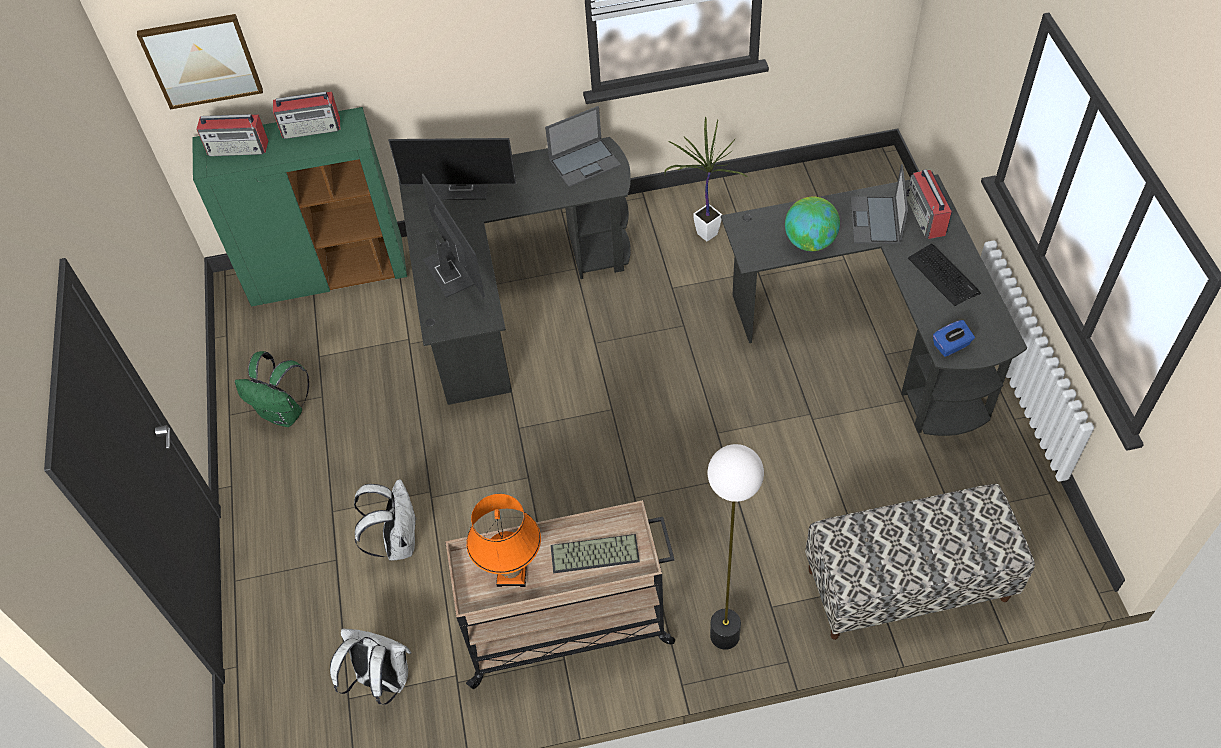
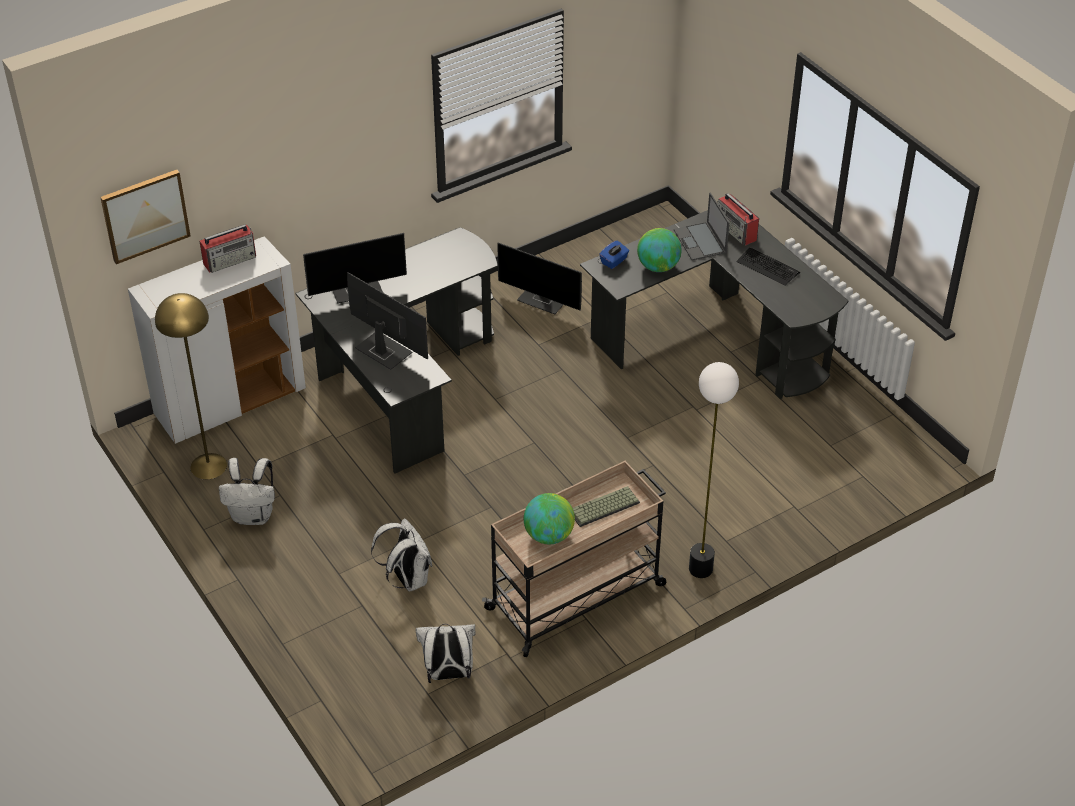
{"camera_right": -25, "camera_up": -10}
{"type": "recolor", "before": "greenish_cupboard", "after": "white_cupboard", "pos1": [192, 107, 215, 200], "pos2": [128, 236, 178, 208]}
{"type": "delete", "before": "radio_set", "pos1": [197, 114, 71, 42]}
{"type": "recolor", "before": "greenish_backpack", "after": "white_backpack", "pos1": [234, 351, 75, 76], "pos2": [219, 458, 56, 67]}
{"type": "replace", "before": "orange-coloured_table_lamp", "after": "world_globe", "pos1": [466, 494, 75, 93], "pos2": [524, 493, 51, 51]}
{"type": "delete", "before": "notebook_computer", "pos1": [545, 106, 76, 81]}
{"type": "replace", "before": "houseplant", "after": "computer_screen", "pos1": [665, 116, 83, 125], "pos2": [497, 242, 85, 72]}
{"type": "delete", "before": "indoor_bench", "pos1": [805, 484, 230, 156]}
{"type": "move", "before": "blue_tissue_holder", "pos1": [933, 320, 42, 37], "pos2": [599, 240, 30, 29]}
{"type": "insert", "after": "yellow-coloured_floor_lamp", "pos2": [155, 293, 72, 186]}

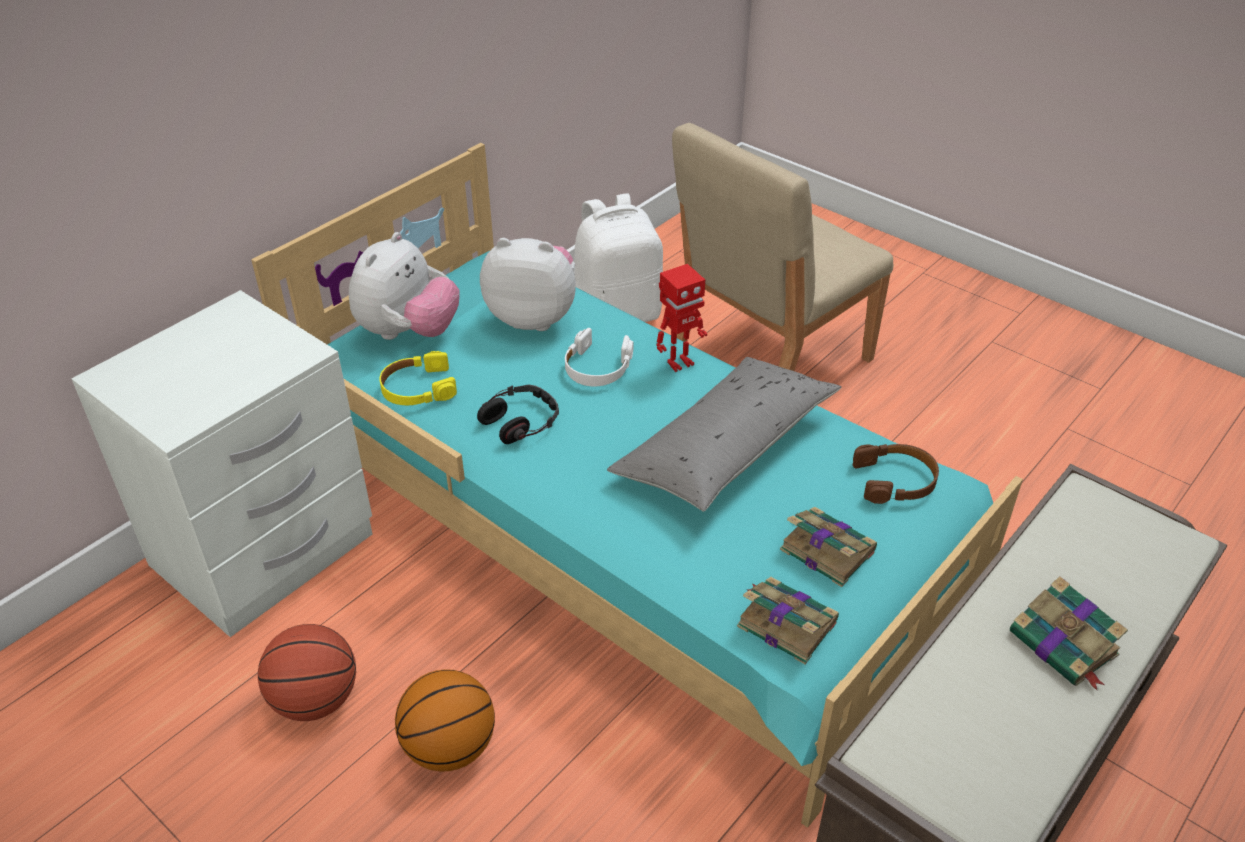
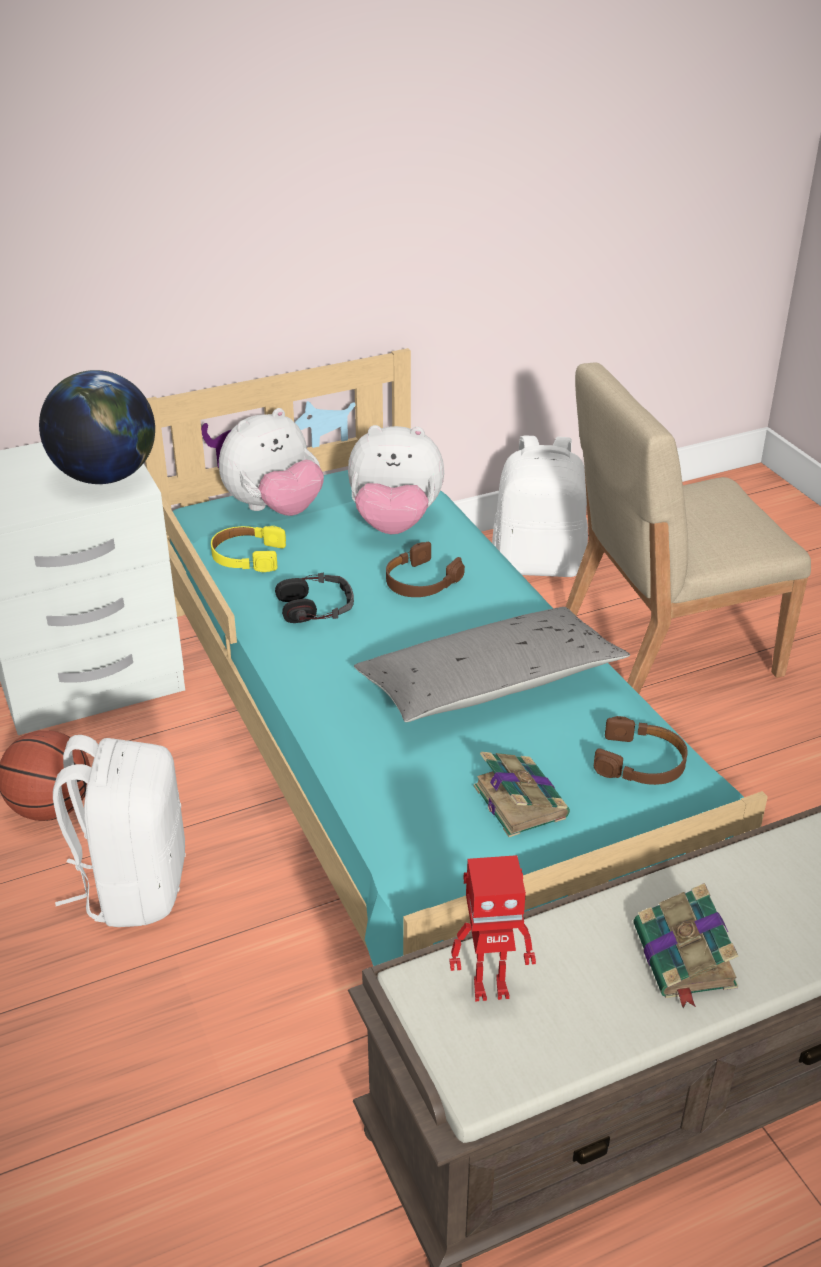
{"camera_right": 25, "camera_up": -5}
{"type": "replace", "before": "basketball", "after": "white_backpack", "pos1": [395, 669, 100, 103], "pos2": [53, 735, 133, 192]}
{"type": "rotate", "before": "soft_toy", "pos1": [480, 238, 96, 93], "pos2": [348, 425, 96, 109], "turn": 150}
{"type": "recolor", "before": "white_headset", "after": "brownish_headset", "pos1": [565, 328, 69, 58], "pos2": [386, 542, 79, 55]}
{"type": "move", "before": "robot_figure", "pos1": [656, 264, 51, 108], "pos2": [450, 855, 86, 147]}
{"type": "delete", "before": "volume", "pos1": [737, 577, 102, 87]}
{"type": "insert", "after": "world_globe", "pos2": [39, 370, 116, 114]}

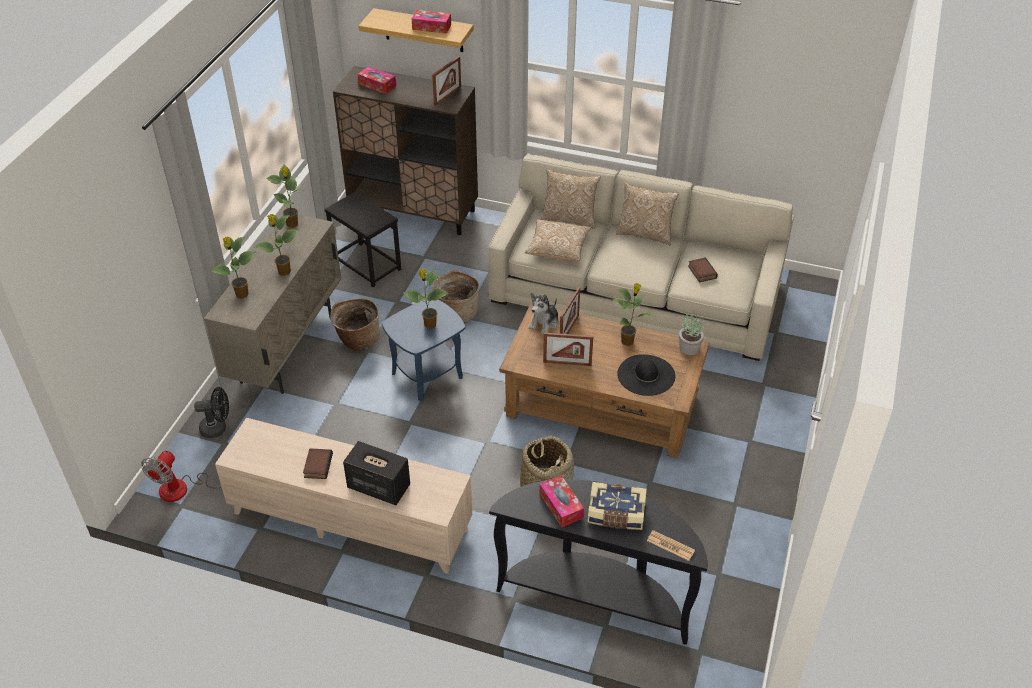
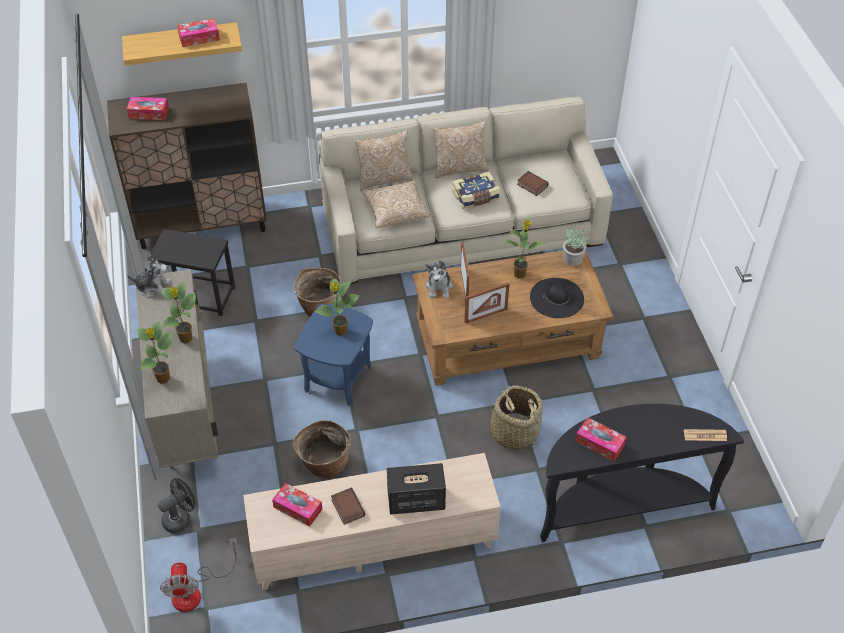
{"camera_right": -30, "camera_up": 5}
{"type": "replace", "before": "houseplant", "after": "soft_toy", "pos1": [266, 165, 37, 63], "pos2": [127, 255, 44, 43]}
{"type": "move", "before": "storage_basket", "pos1": [330, 299, 50, 52], "pos2": [293, 420, 59, 58]}
{"type": "delete", "before": "picture_frame", "pos1": [432, 56, 29, 50]}
{"type": "move", "before": "volume", "pos1": [588, 482, 59, 48], "pos2": [452, 172, 49, 37]}
{"type": "insert", "after": "tissue_holder", "pos2": [272, 483, 51, 44]}

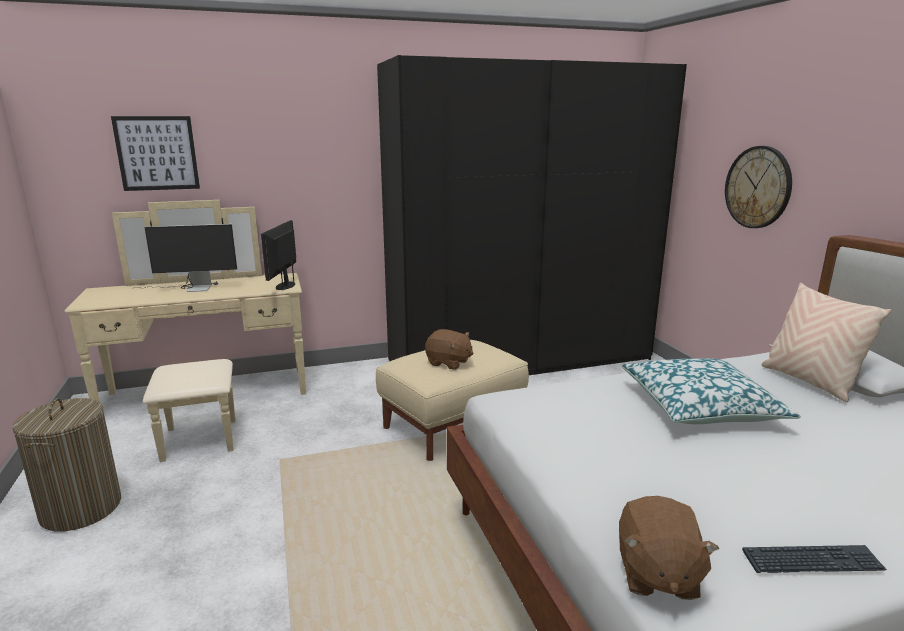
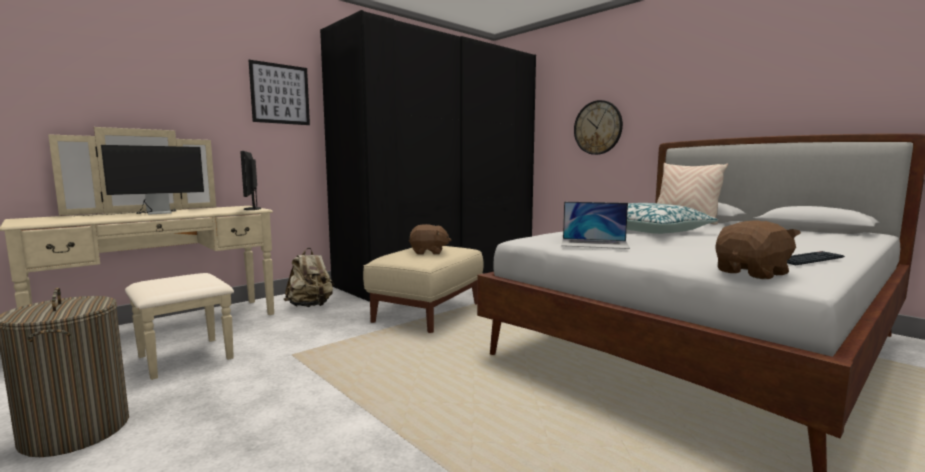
{"camera_right": -25, "camera_up": -10}
{"type": "move", "before": "wall_picture", "pos1": [111, 116, 89, 75], "pos2": [249, 60, 61, 65]}
{"type": "rotate", "before": "brownish_soft_toy", "pos1": [619, 496, 100, 104], "pos2": [716, 220, 85, 59], "turn": -105}
{"type": "insert", "after": "beige-coloured_backpack", "pos2": [284, 248, 50, 59]}
{"type": "insert", "after": "notebook_computer", "pos2": [561, 202, 69, 47]}

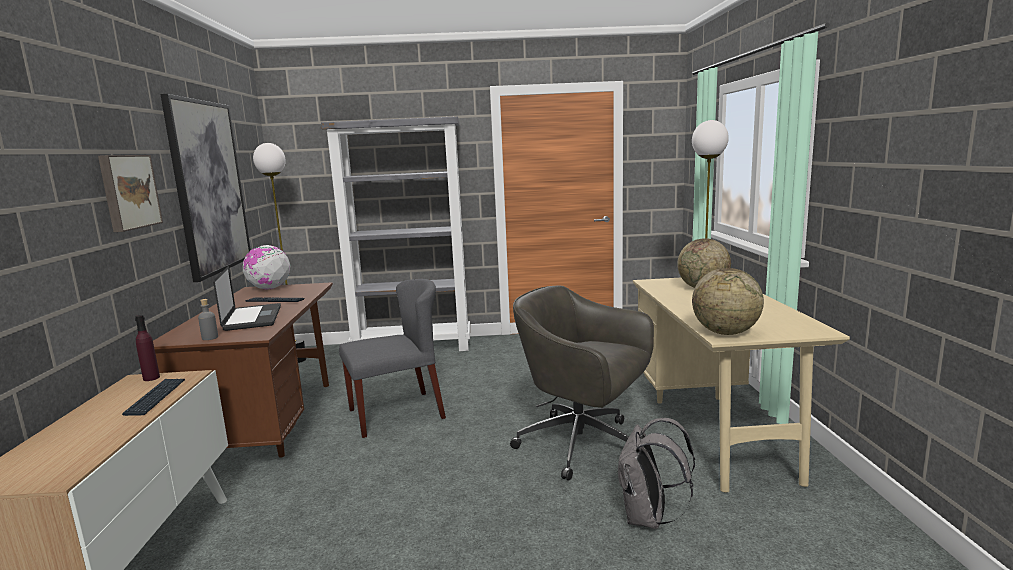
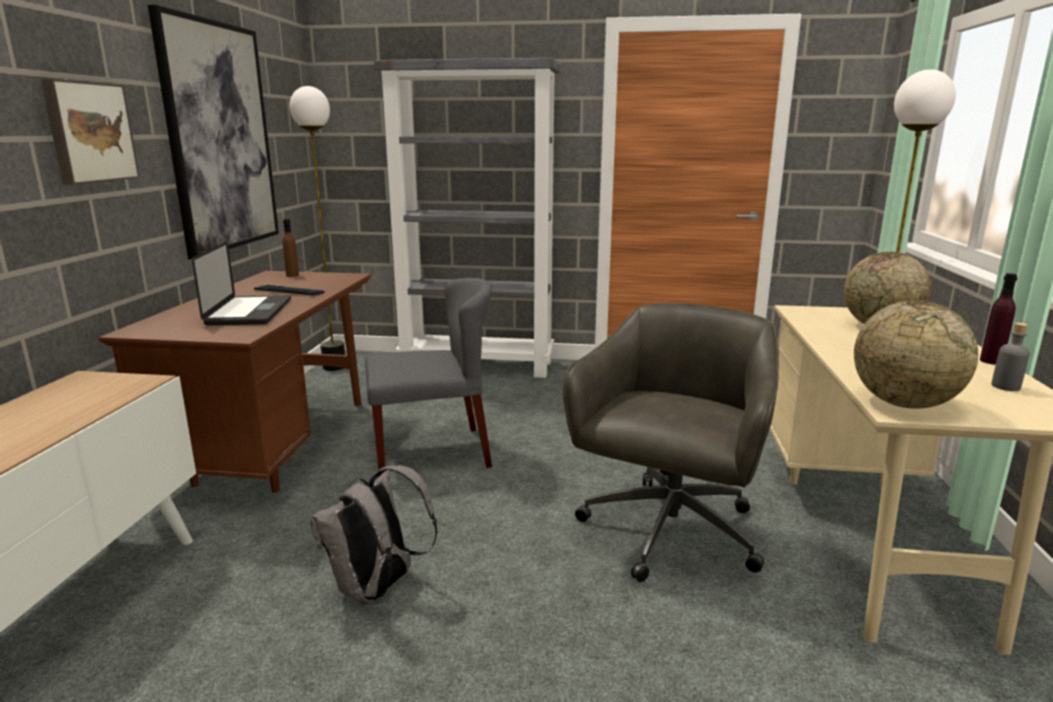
{"camera_right": 10, "camera_up": 5}
{"type": "delete", "before": "computer_keyboard", "pos1": [122, 379, 63, 37]}
{"type": "move", "before": "purplish_bottle", "pos1": [135, 315, 25, 66], "pos2": [980, 273, 38, 92]}
{"type": "move", "before": "gray_bottle", "pos1": [198, 299, 20, 41], "pos2": [991, 323, 39, 68]}
{"type": "replace", "before": "world_globe", "after": "brownish_bottle", "pos1": [242, 245, 49, 44], "pos2": [282, 219, 17, 58]}
{"type": "rotate", "before": "gray_desk_chair", "pos1": [510, 285, 144, 196], "pos2": [563, 303, 216, 279], "turn": 75}
{"type": "move", "before": "gray_backpack", "pos1": [617, 418, 78, 111], "pos2": [310, 465, 128, 139]}

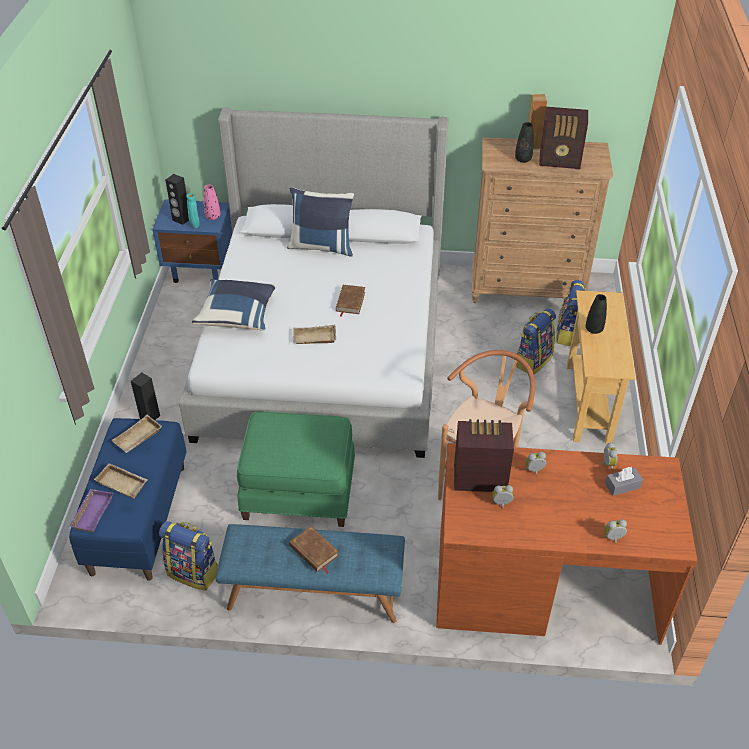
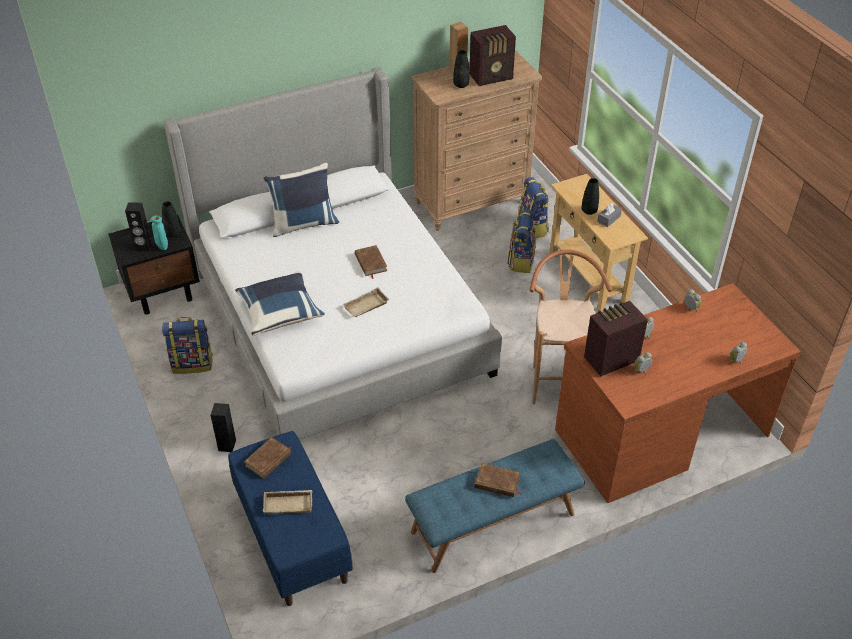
{"camera_right": -30, "camera_up": 0}
{"type": "delete", "before": "purplish_serving_tray", "pos1": [70, 489, 43, 43]}
{"type": "replace", "before": "beige-coloured_serving_tray", "after": "brownish_volume", "pos1": [111, 415, 51, 38], "pos2": [244, 437, 48, 42]}
{"type": "recolor", "before": "blue_bedside_table", "after": "blackish_bedside_table", "pos1": [152, 199, 81, 84], "pos2": [108, 215, 92, 100]}
{"type": "move", "before": "backpack", "pos1": [159, 521, 59, 70], "pos2": [162, 317, 51, 57]}
{"type": "recolor", "before": "pinkish_flower_vase", "after": "blackish_flower_vase", "pos1": [204, 185, 16, 35], "pos2": [162, 201, 19, 36]}
{"type": "delete", "before": "greenish_ottoman", "pos1": [237, 412, 118, 115]}
{"type": "move", "before": "gray_tissue_holder", "pos1": [605, 467, 38, 29], "pos2": [597, 203, 25, 24]}

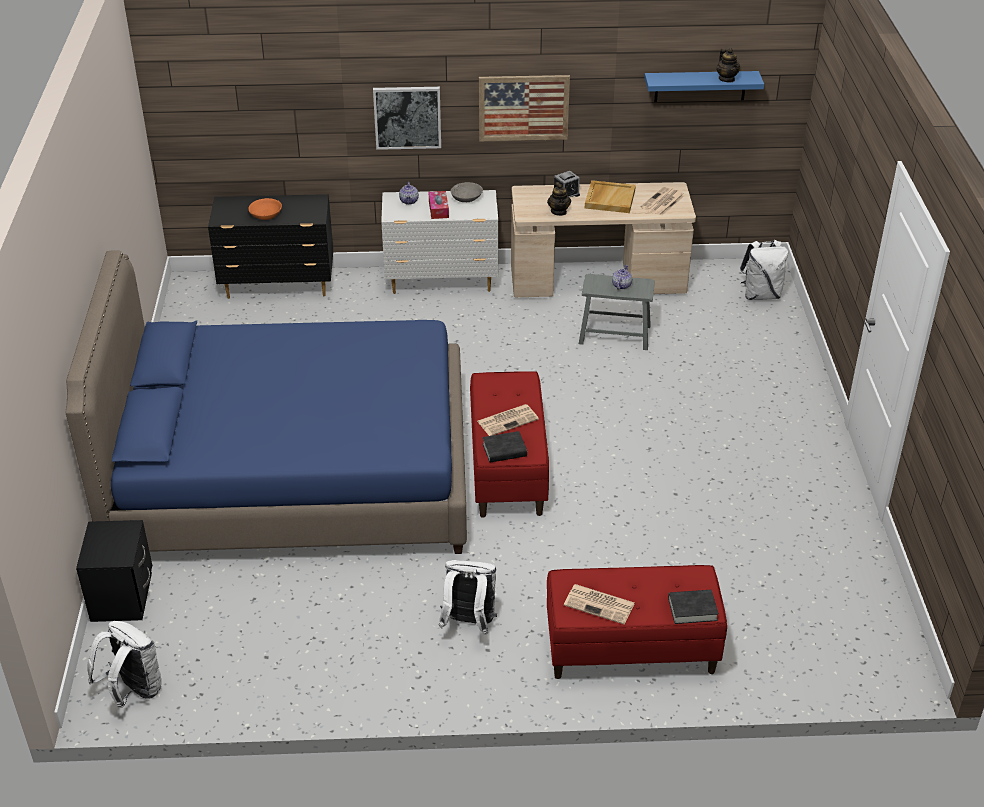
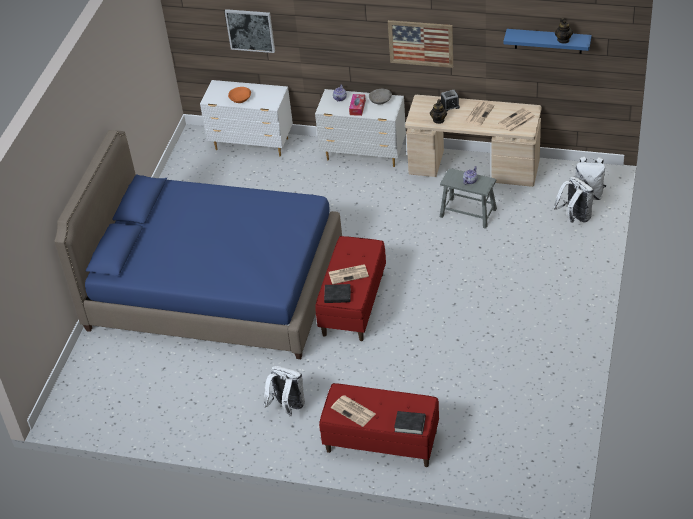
{"camera_right": 20, "camera_up": 5}
{"type": "delete", "before": "blackish_bedside_table", "pos1": [76, 520, 76, 102]}
{"type": "move", "before": "white_backpack", "pos1": [87, 621, 75, 87], "pos2": [554, 177, 40, 46]}
{"type": "recolor", "before": "blackish_drawer_chest", "after": "white_drawer_chest", "pos1": [208, 194, 125, 105], "pos2": [200, 80, 93, 77]}
{"type": "move", "before": "wall_picture", "pos1": [373, 87, 68, 63], "pos2": [225, 9, 50, 44]}
{"type": "replace", "before": "beige-coloured_serving_tray", "after": "newspaper", "pos1": [585, 180, 51, 33], "pos2": [465, 101, 30, 25]}

